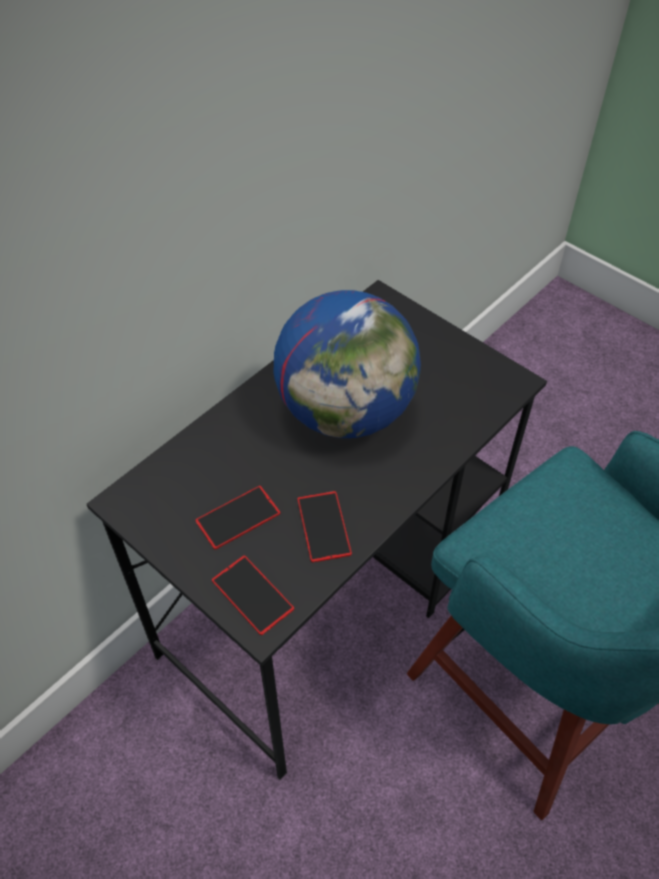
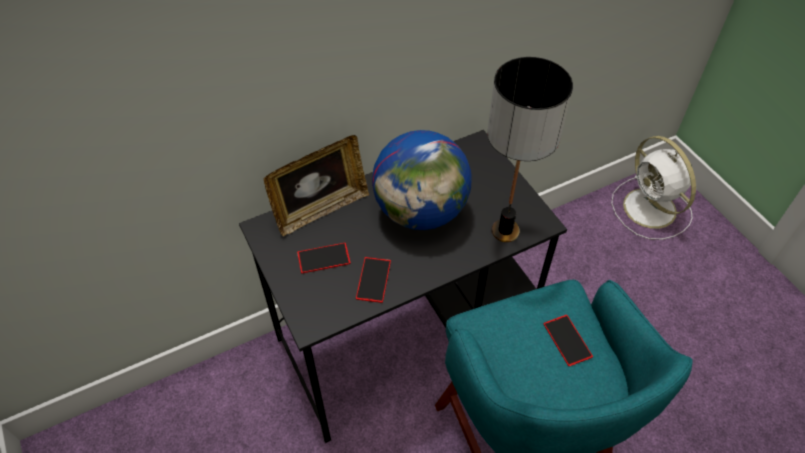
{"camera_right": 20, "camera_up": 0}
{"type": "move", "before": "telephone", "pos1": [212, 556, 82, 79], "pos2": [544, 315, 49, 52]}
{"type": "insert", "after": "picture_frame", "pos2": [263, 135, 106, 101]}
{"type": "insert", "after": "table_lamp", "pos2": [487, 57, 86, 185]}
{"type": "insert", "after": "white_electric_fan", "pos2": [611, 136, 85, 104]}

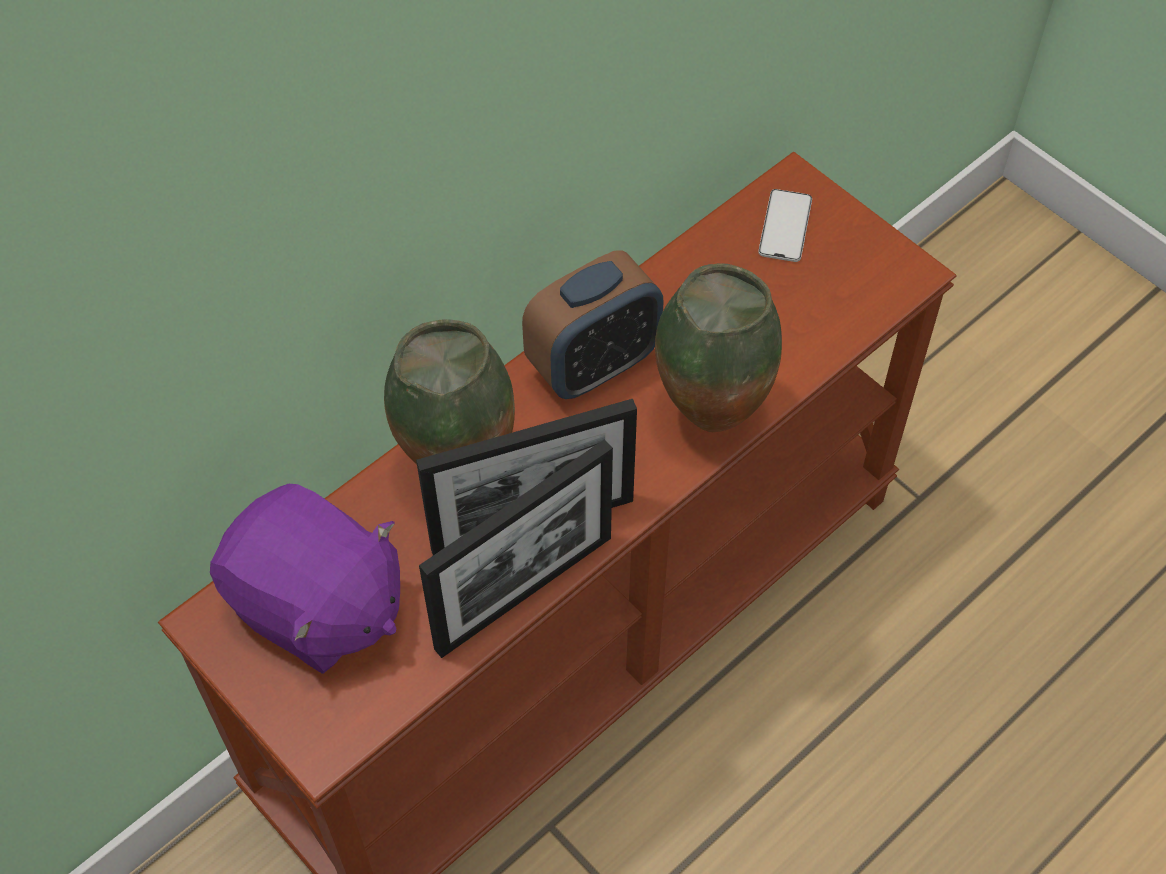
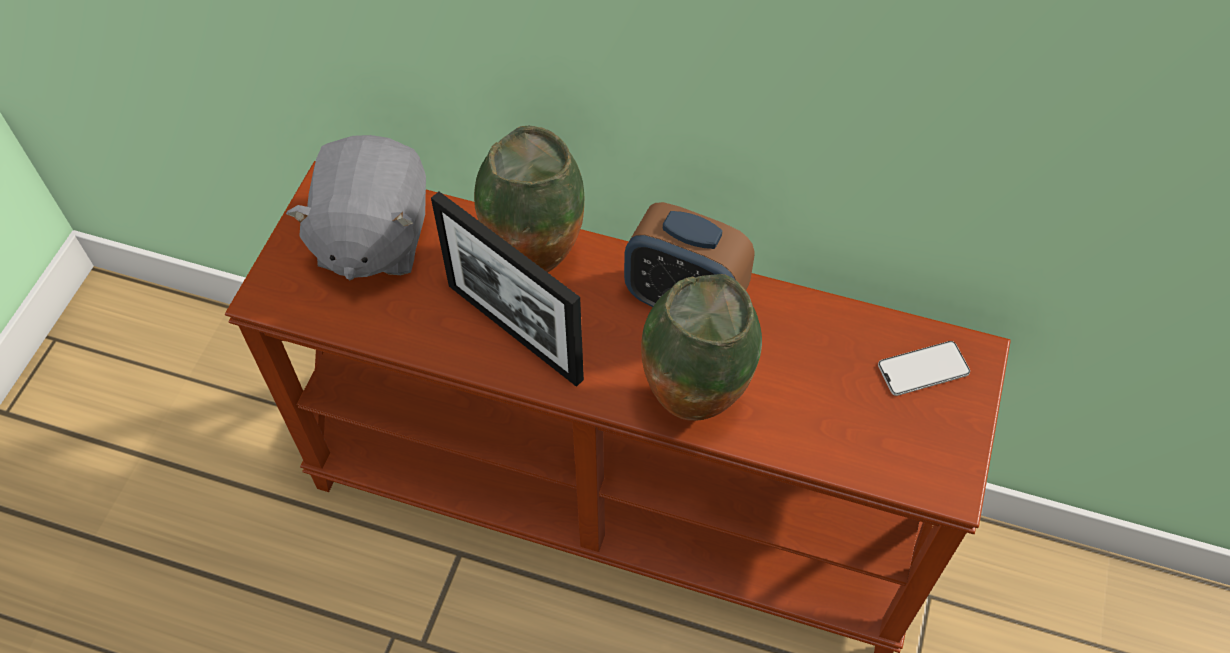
{"camera_right": 60, "camera_up": 0}
{"type": "recolor", "before": "purplish_soft_toy", "after": "gray_soft_toy", "pos1": [210, 484, 190, 190], "pos2": [286, 135, 140, 145]}
{"type": "delete", "before": "picture_frame", "pos1": [419, 439, 194, 219]}

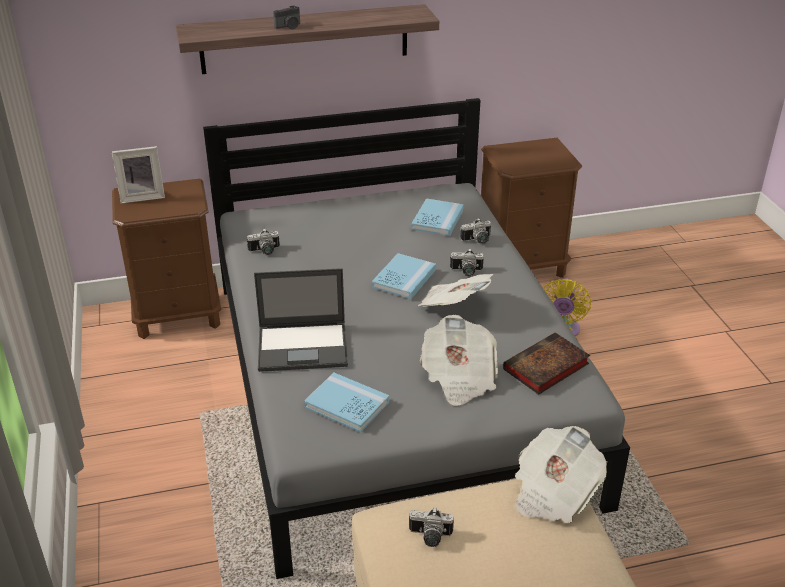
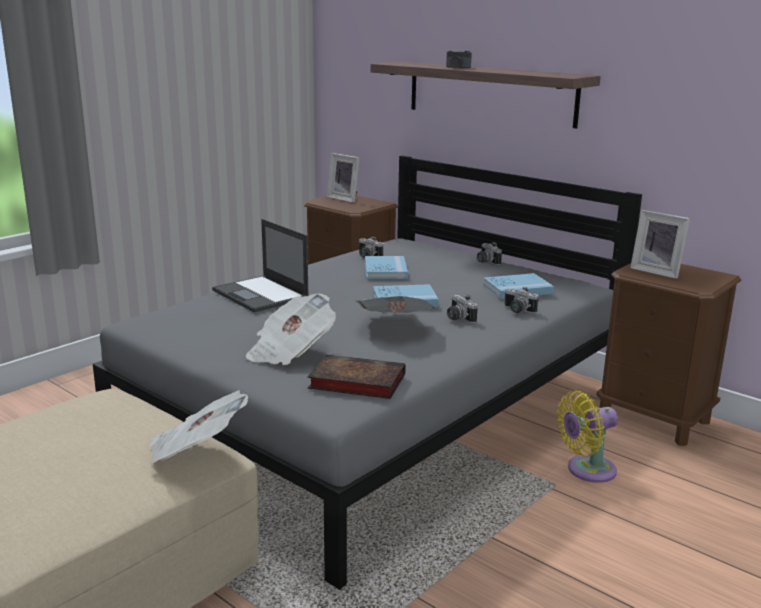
{"camera_right": 55, "camera_up": -15}
{"type": "move", "before": "blue_volume", "pos1": [304, 373, 85, 59], "pos2": [365, 256, 43, 23]}
{"type": "move", "before": "photo_camera", "pos1": [409, 507, 45, 40], "pos2": [477, 242, 25, 23]}
{"type": "insert", "after": "picture_frame", "pos2": [630, 210, 60, 69]}

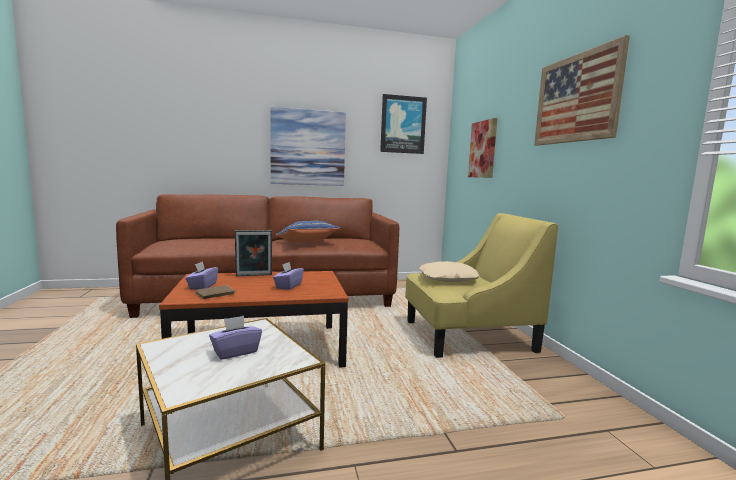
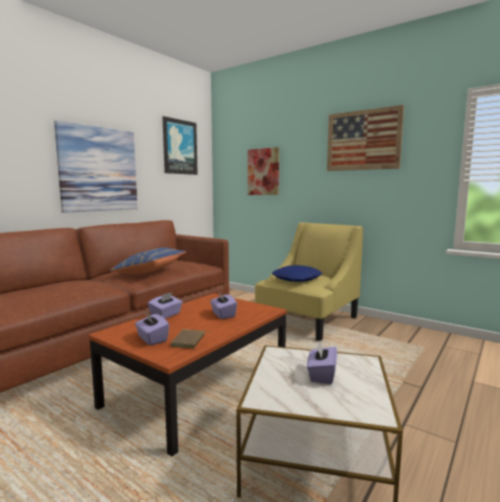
{"camera_right": -40, "camera_up": 0}
{"type": "replace", "before": "picture_frame", "after": "purplish_tissue_holder", "pos1": [235, 230, 37, 46], "pos2": [148, 292, 35, 27]}
{"type": "recolor", "before": "beige-coloured_cushion", "after": "blue_cushion", "pos1": [420, 261, 59, 21], "pos2": [272, 265, 50, 17]}

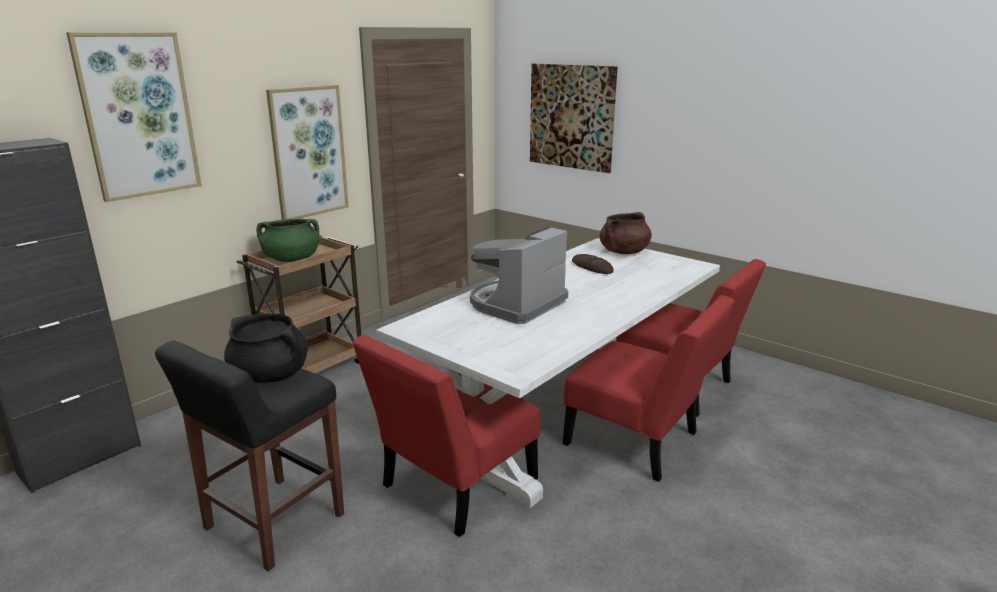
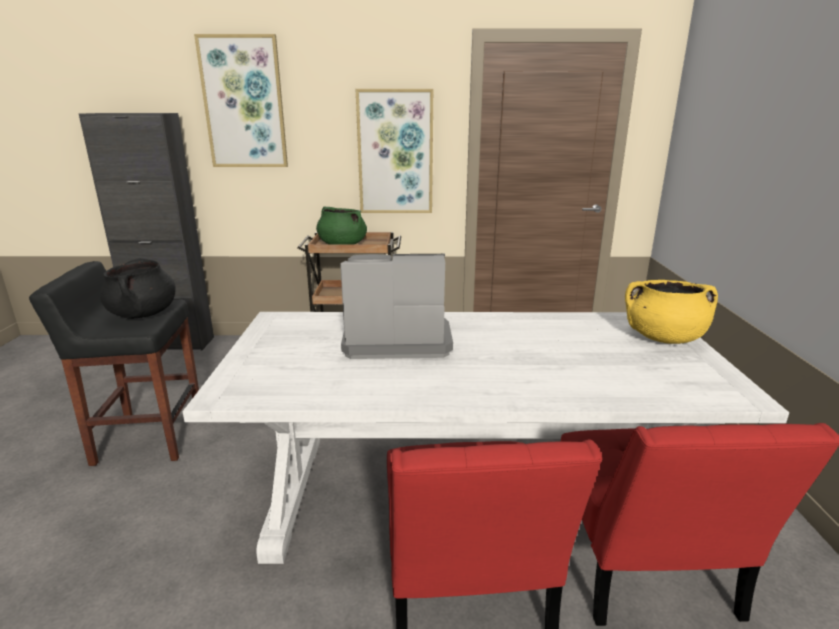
{"camera_right": 50, "camera_up": 0}
{"type": "delete", "before": "reddish_upright_chair", "pos1": [352, 335, 188, 202]}
{"type": "delete", "before": "wall_picture", "pos1": [530, 64, 87, 109]}
{"type": "delete", "before": "bakery_bread", "pos1": [572, 254, 42, 20]}
{"type": "recolor", "before": "brownish_cooking_pot", "after": "yellow-coloured_cooking_pot", "pos1": [600, 212, 52, 42], "pos2": [625, 280, 93, 64]}

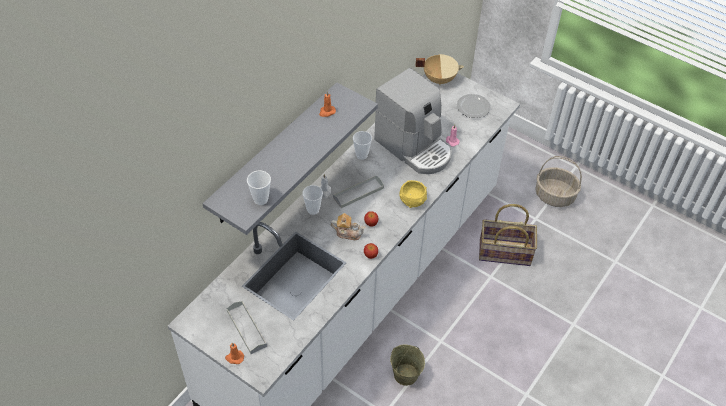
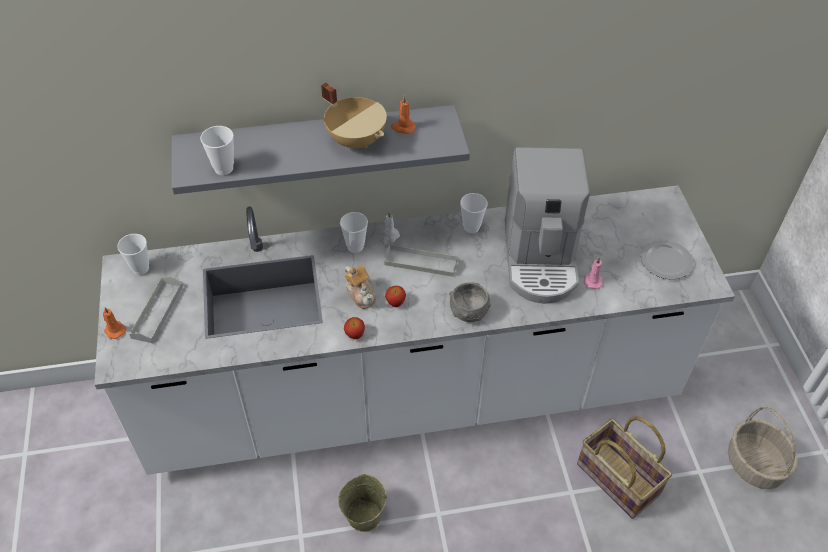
{"camera_right": 45, "camera_up": 0}
{"type": "recolor", "before": "yellow-coloured_bowl", "after": "gray_bowl", "pos1": [399, 180, 28, 28], "pos2": [449, 282, 42, 40]}
{"type": "move", "before": "beige-coloured_cooking_pot", "pos1": [416, 54, 48, 31], "pos2": [321, 83, 66, 65]}
{"type": "insert", "after": "drinking_cup", "pos2": [117, 234, 32, 41]}

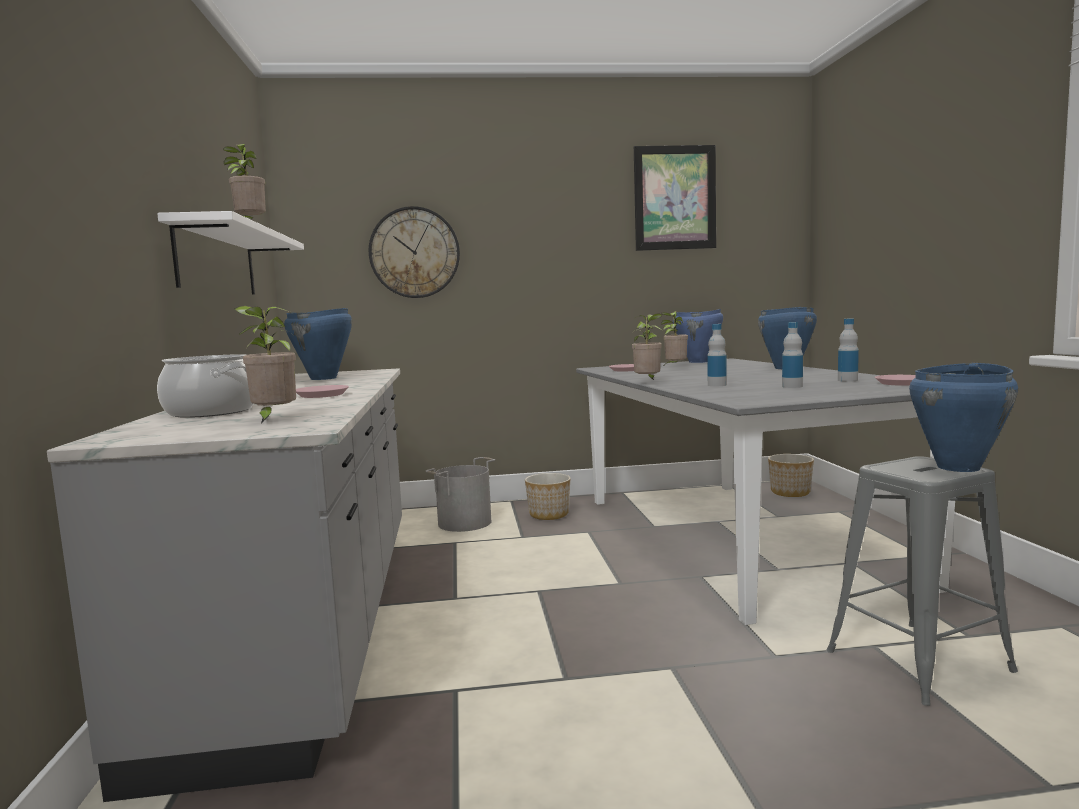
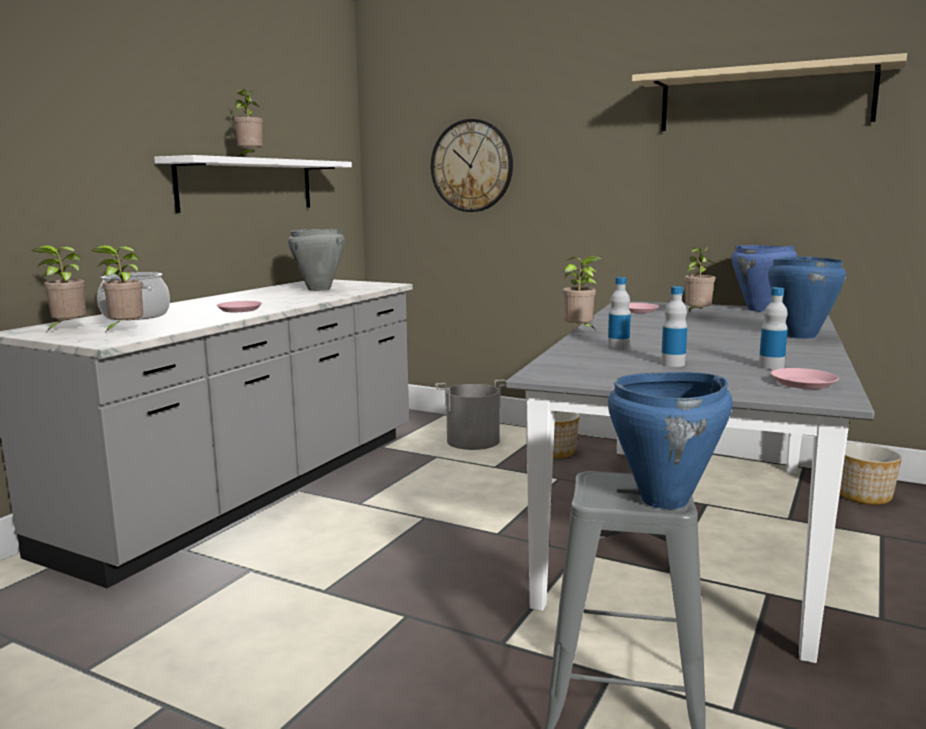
{"camera_right": 35, "camera_up": 5}
{"type": "recolor", "before": "blue_cooking_pot", "after": "gray_cooking_pot", "pos1": [284, 308, 68, 72], "pos2": [288, 229, 57, 62]}
{"type": "replace", "before": "wall_picture", "after": "beige-coloured_shelf", "pos1": [634, 145, 82, 106], "pos2": [632, 53, 275, 78]}
{"type": "insert", "after": "houseplant", "pos2": [31, 245, 55, 86]}

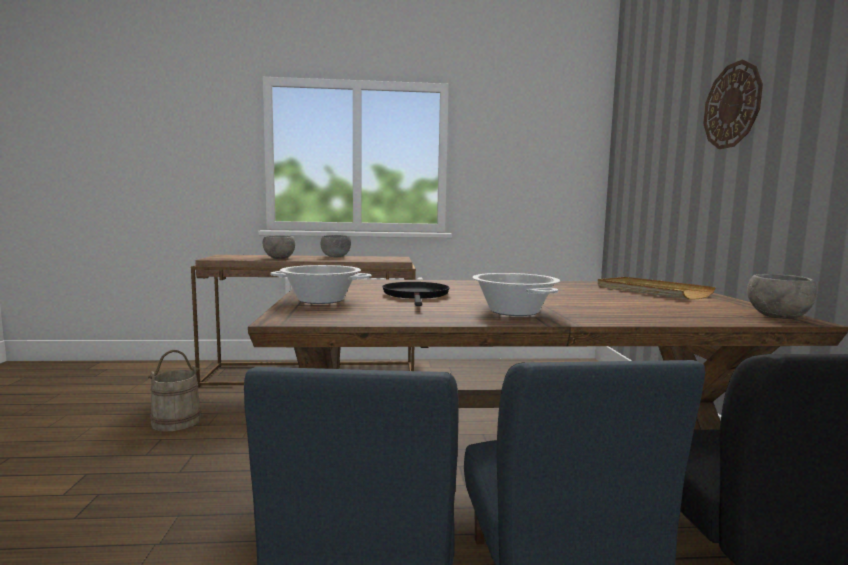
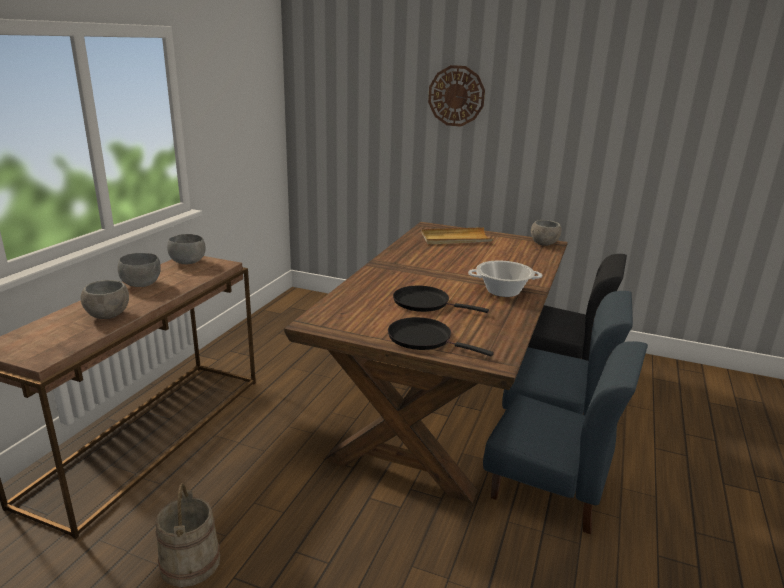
{"camera_right": -65, "camera_up": 15}
{"type": "replace", "before": "cooking_pot", "after": "blackish_skillet", "pos1": [270, 265, 102, 39], "pos2": [388, 317, 106, 40]}
{"type": "insert", "after": "gray_bowl", "pos2": [167, 234, 39, 30]}

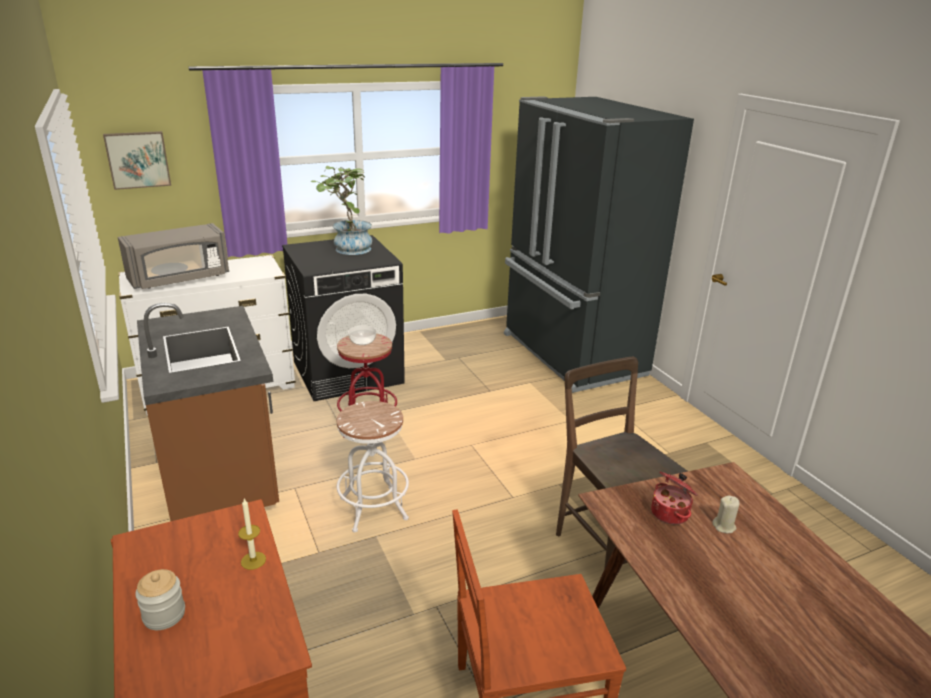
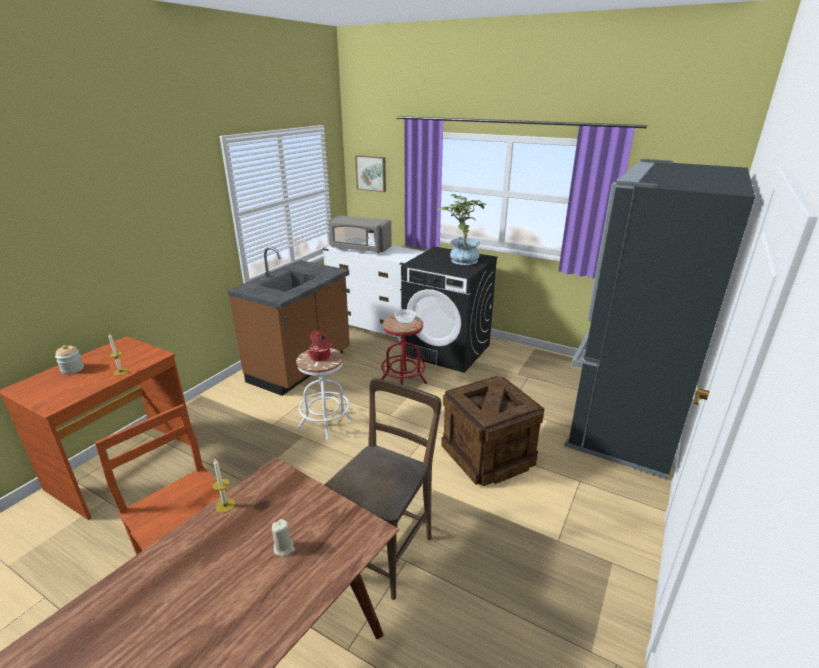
{"camera_right": 55, "camera_up": 0}
{"type": "move", "before": "cooking_pot", "pos1": [651, 472, 46, 53], "pos2": [307, 330, 25, 31]}
{"type": "insert", "after": "candle", "pos2": [212, 459, 23, 54]}
{"type": "insert", "after": "shipping_crate", "pos2": [441, 376, 103, 110]}

